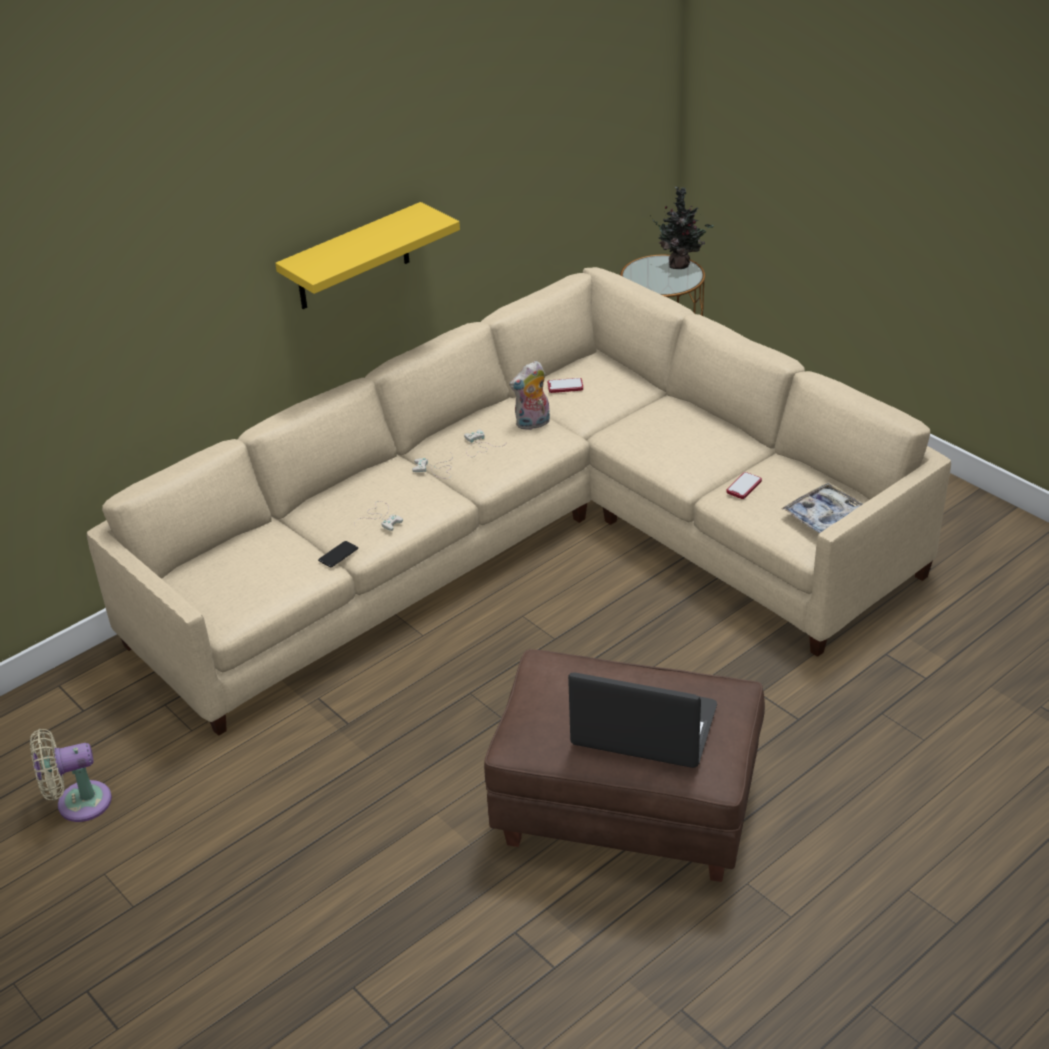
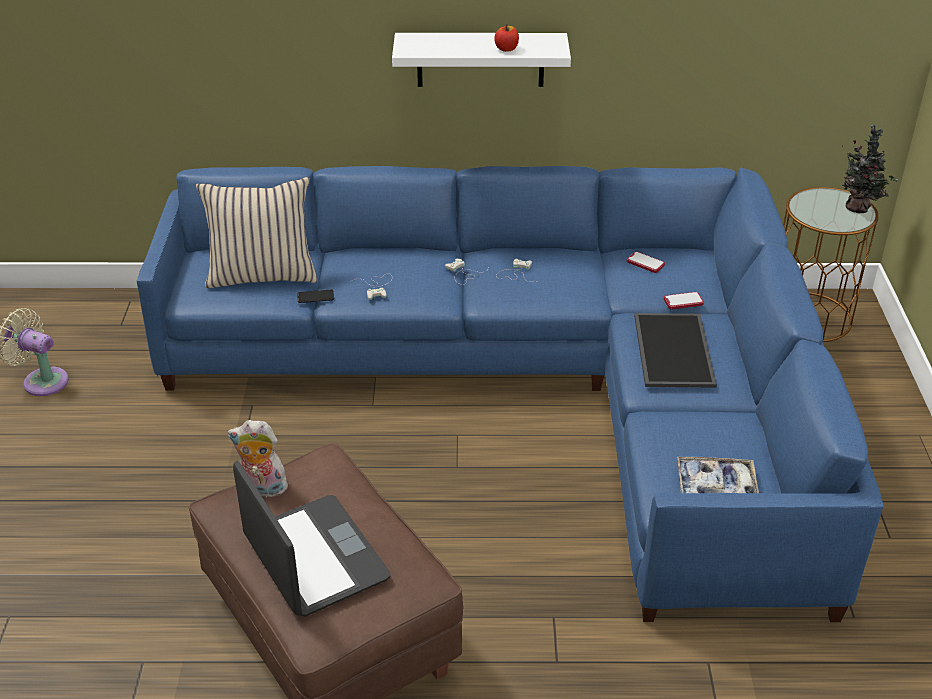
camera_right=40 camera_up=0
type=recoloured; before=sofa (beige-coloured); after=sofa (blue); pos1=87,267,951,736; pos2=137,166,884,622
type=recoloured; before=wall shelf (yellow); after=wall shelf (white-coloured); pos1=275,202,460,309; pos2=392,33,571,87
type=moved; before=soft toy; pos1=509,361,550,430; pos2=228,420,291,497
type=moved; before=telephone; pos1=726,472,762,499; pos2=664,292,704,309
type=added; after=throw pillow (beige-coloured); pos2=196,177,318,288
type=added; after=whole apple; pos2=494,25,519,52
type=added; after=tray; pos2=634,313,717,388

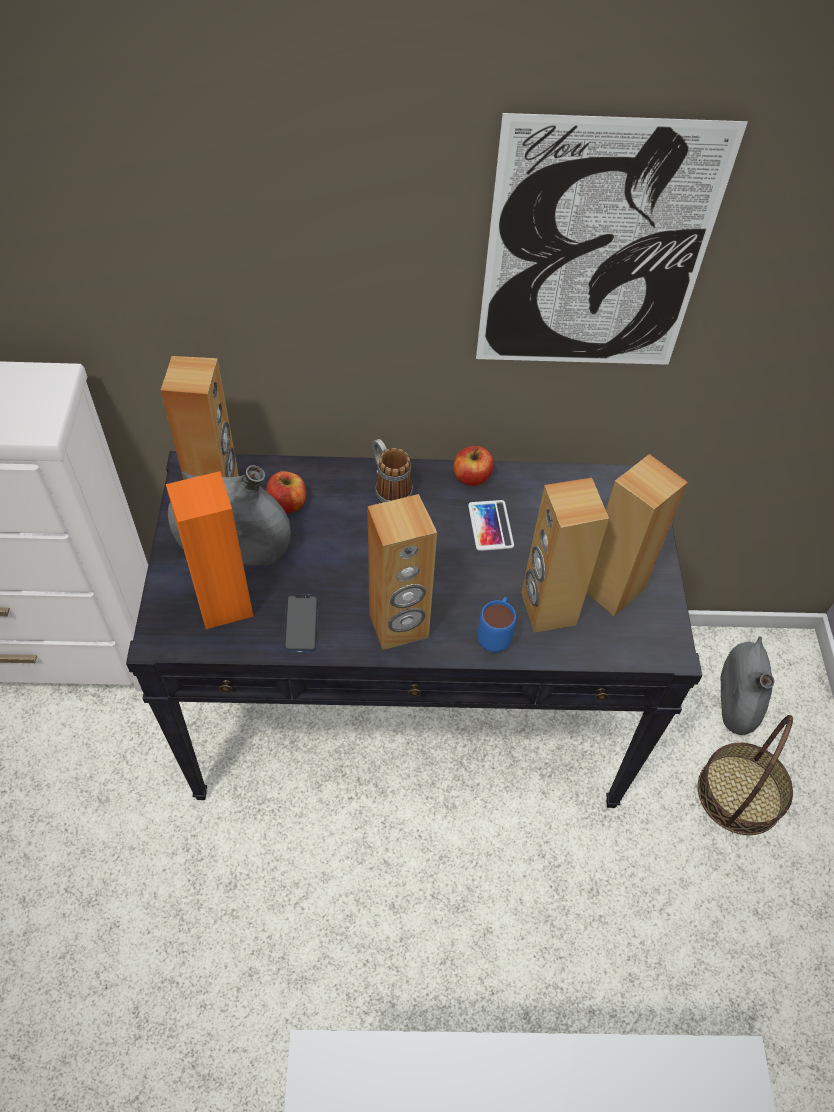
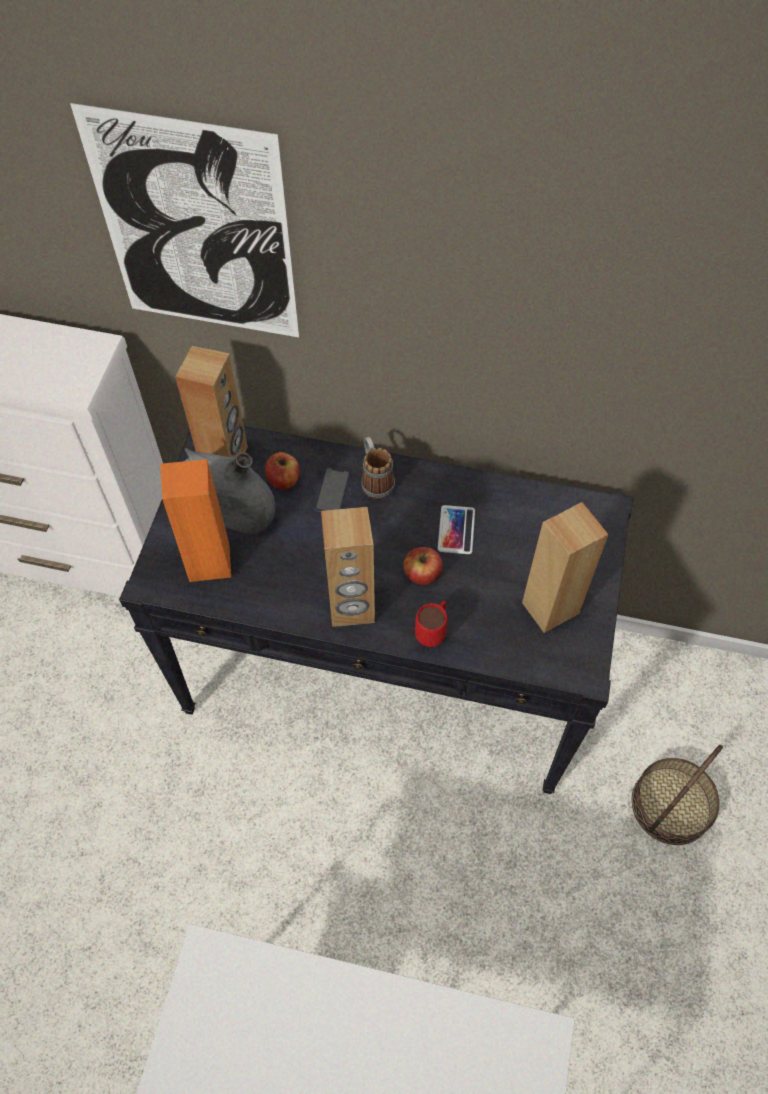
camera_right=15 camera_up=5
type=moved; before=telephone; pos1=284,594,318,652; pos2=315,467,350,512
type=moved; before=whole apple; pos1=453,446,494,486; pos2=403,547,442,585
type=moved; before=picture; pos1=476,113,748,365; pos2=70,103,299,337
type=recoloured; before=coffee mug (blue); after=coffee mug (red); pos1=477,597,516,653; pos2=415,601,448,647
type=removed; before=audio speaker (brown); pos1=521,478,609,633
type=removed; before=vase (greyish); pos1=721,636,774,735

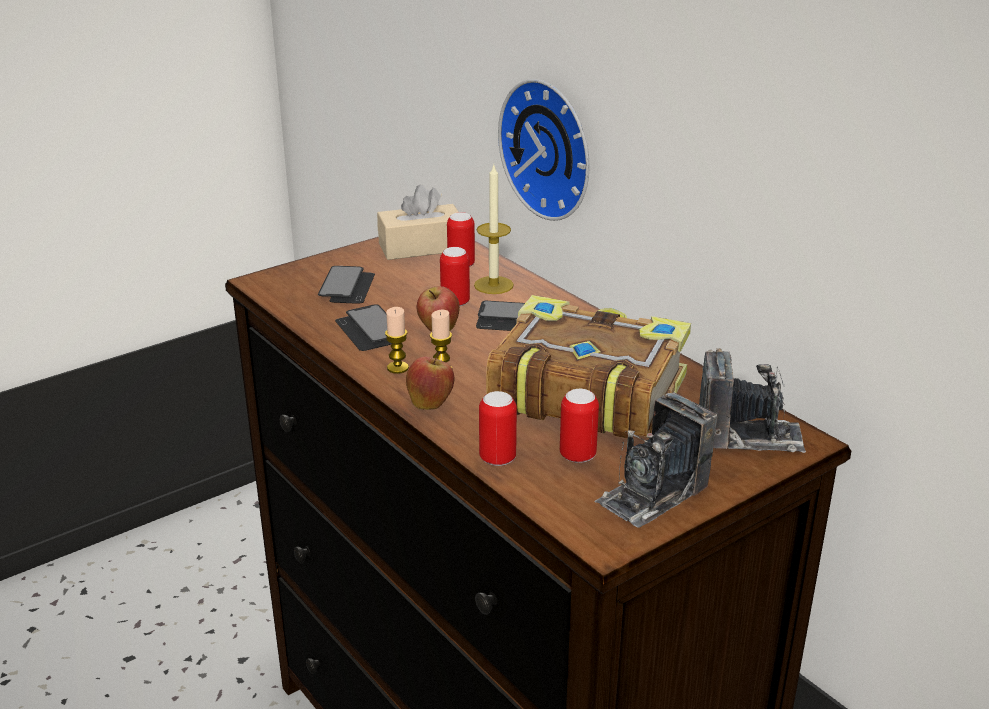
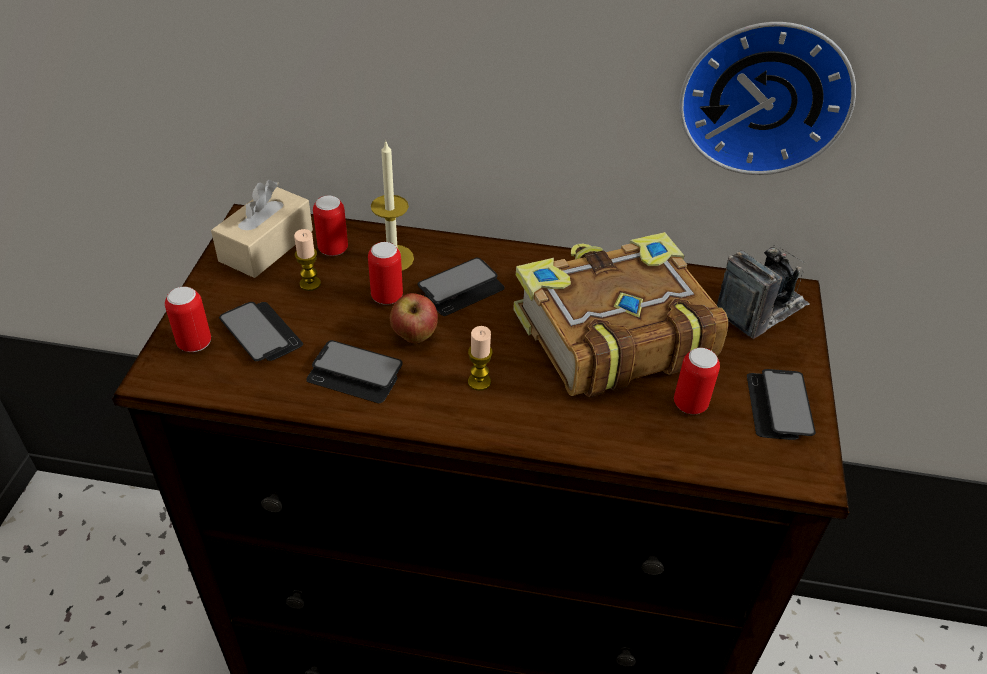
camera_right=-45 camera_up=15
type=moved; before=candle; pos1=385,307,409,374; pos2=294,229,321,291
type=removed; before=whole apple; pos1=406,351,455,410
type=moved; before=sealed can; pos1=479,391,517,466; pos2=165,287,211,352
type=moved; before=wall clock; pos1=498,79,590,221; pos2=679,22,856,175
type=replaced; before=still camera; after=telephone; pos1=595,392,718,528; pos2=747,369,816,440

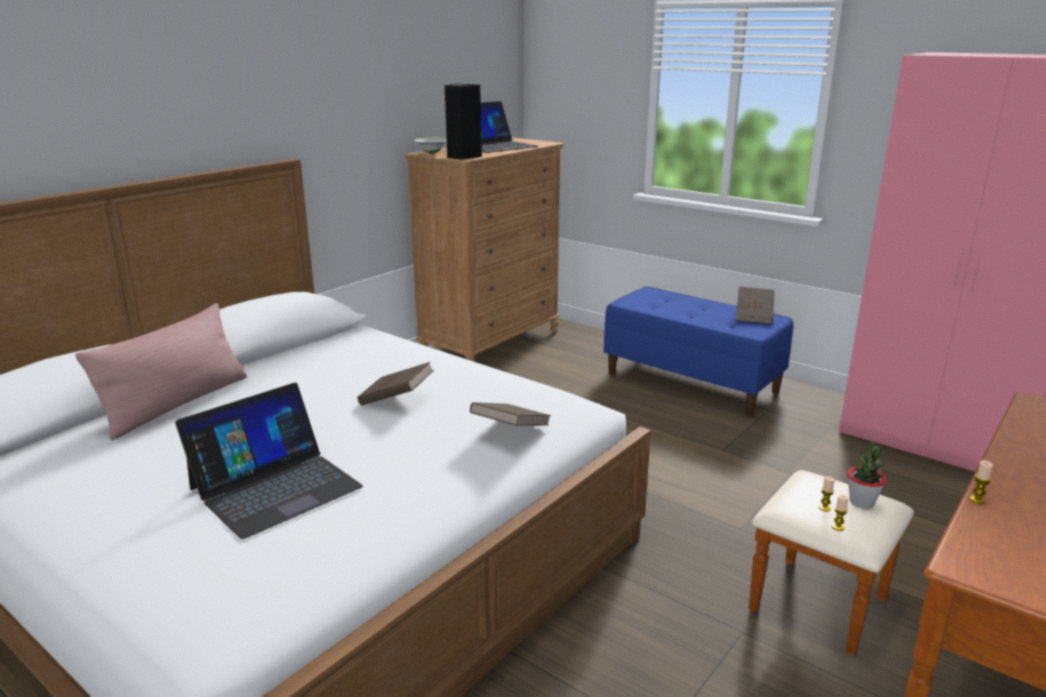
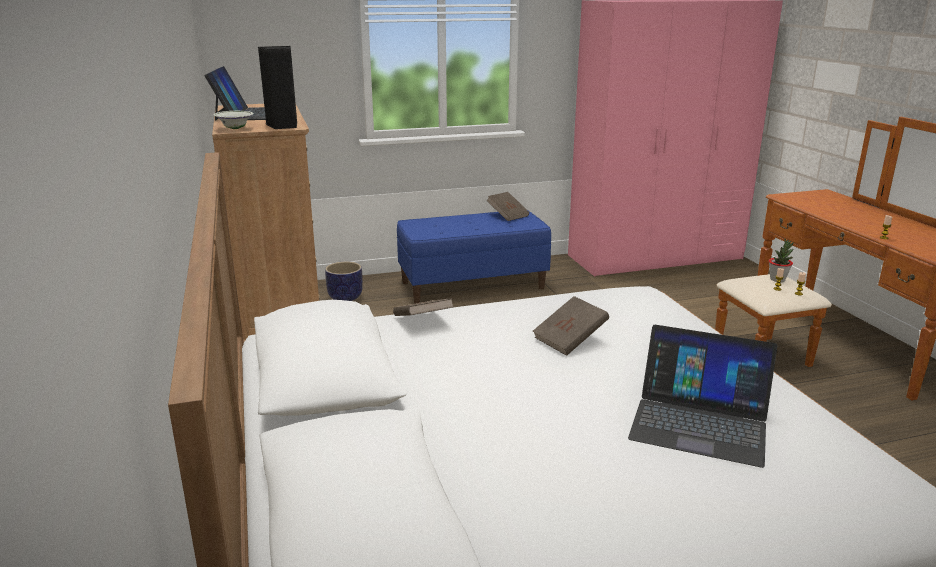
camera_right=-55 camera_up=0
type=removed; before=throw pillow (pinkish); pos1=75,303,247,440
type=turned; before=notebook computer; pos1=175,383,363,539; pos2=628,325,777,468; turn=120
type=moved; before=bound book (brown); pos1=470,402,551,426; pos2=393,298,453,316
type=added; after=flower pot; pos2=325,261,363,301

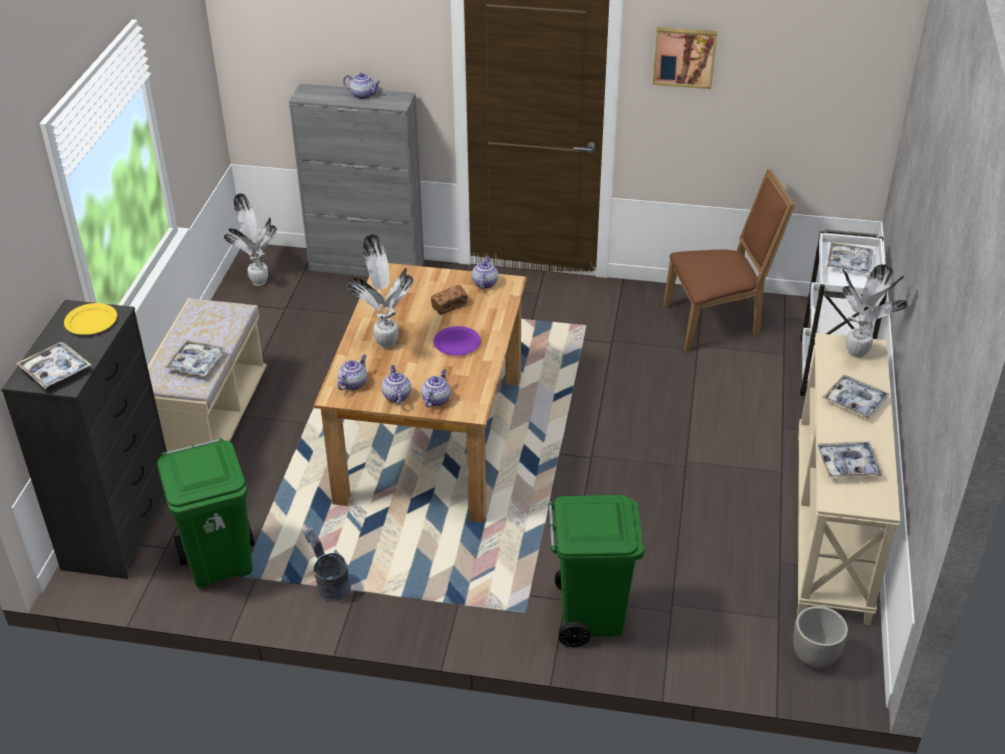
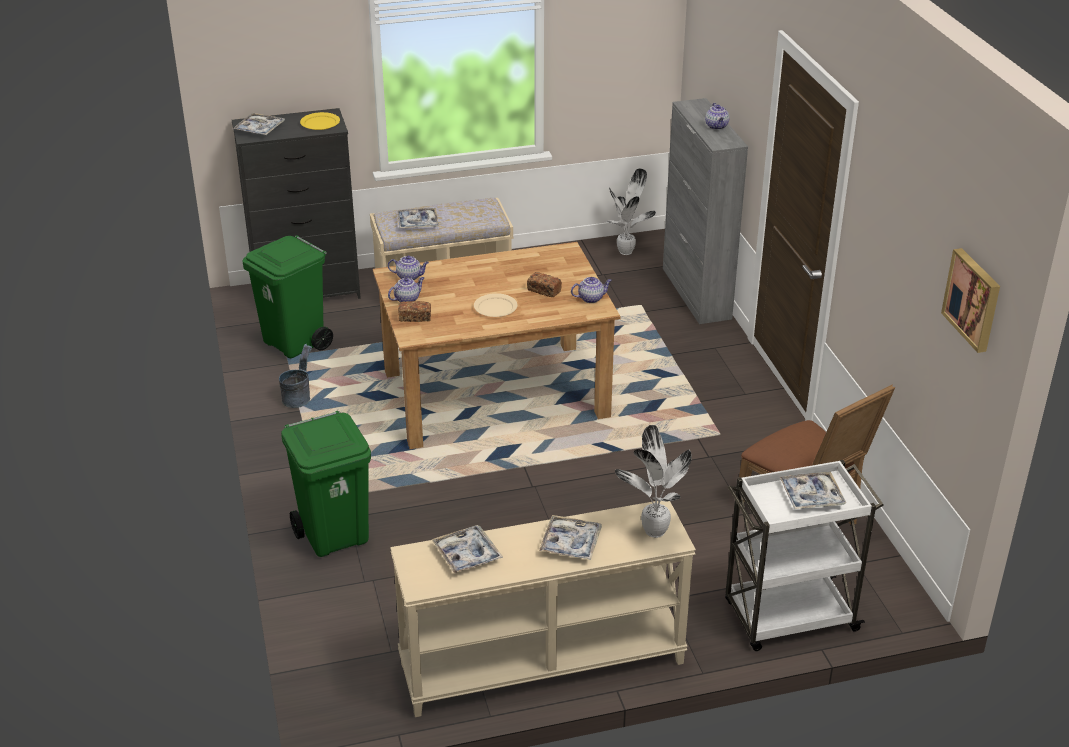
camera_right=65 camera_up=-5
type=removed; before=houseplant; pos1=347,234,414,348
type=replaced; before=pot for tea; after=bakery bread; pos1=421,369,451,407; pos2=398,301,431,322
type=recoloured; before=plate (purple); after=plate (beige-coloured); pos1=433,326,481,356; pos2=474,293,517,317
type=moved; before=picture; pos1=653,27,717,89; pos2=941,248,1000,353
type=removed; before=flower pot; pos1=793,606,848,667

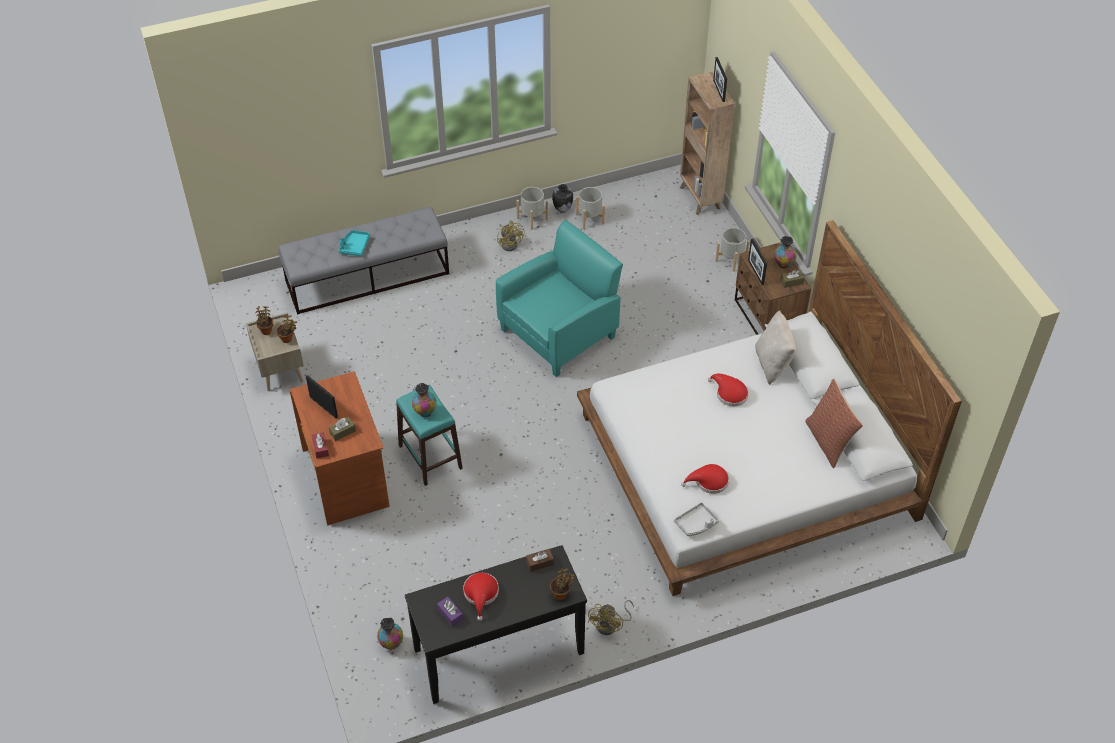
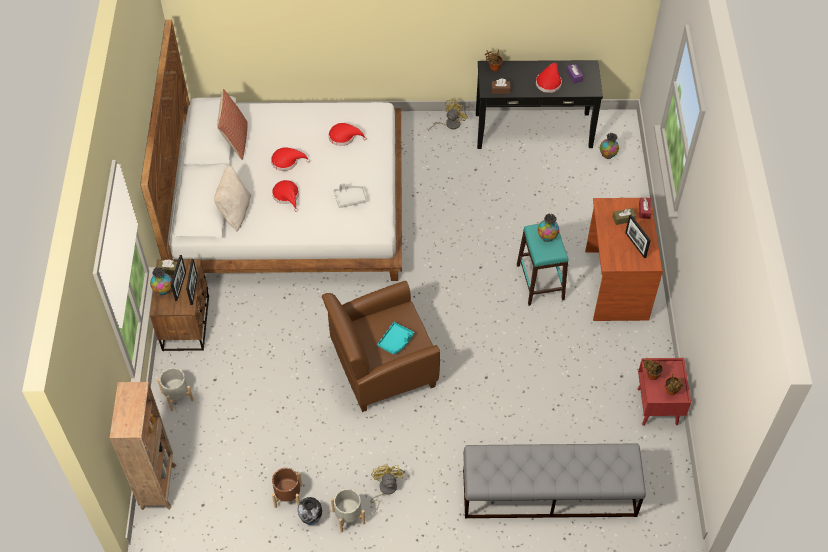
camera_right=-160 camera_up=5
type=recoloured; before=bedside table (beige-coloured); after=bedside table (red); pos1=246,312,304,391; pos2=638,358,691,426
type=moved; before=tray (turquoise); pos1=339,230,370,256; pos2=377,322,414,354
type=recoloured; before=lounge chair (turquoise); after=lounge chair (brown); pos1=496,220,623,377; pos2=322,281,440,412
type=recoloured; before=flower pot (greyish); after=flower pot (brown); pos1=576,187,605,229; pos2=272,468,302,508
type=moved; before=tray (greyish); pos1=674,502,719,536; pos2=334,183,367,208
type=moved; before=picture frame; pos1=713,57,727,102; pos2=171,255,186,301
type=added; after=wearable hat (red); pos2=271,148,310,171

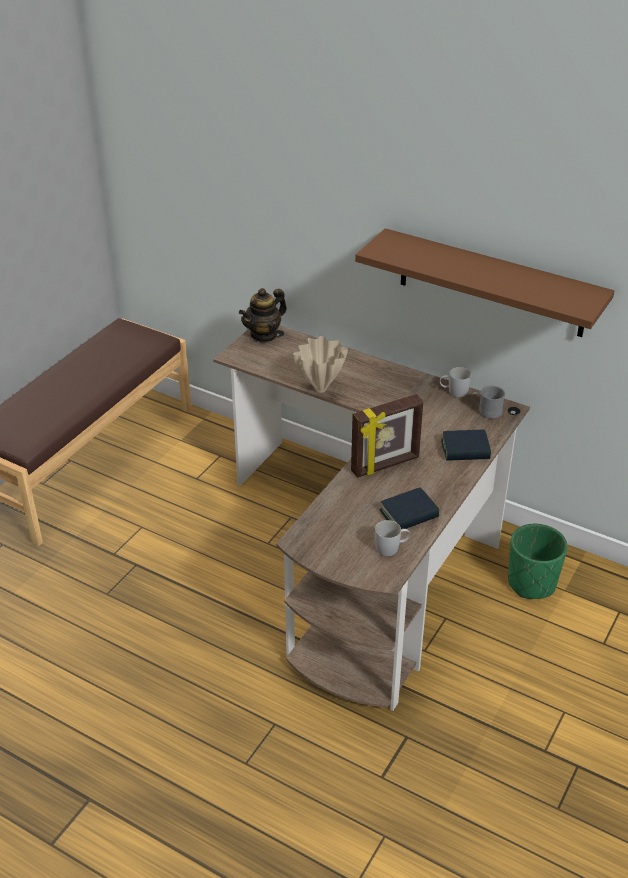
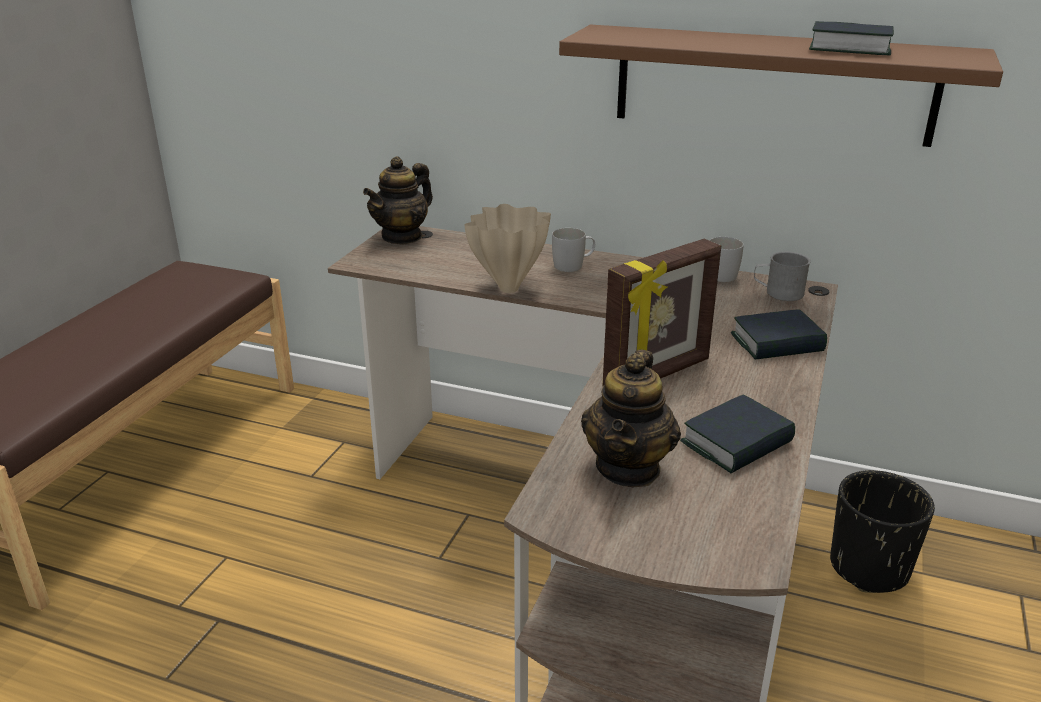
camera_right=-10 camera_up=-10
type=moved; before=coffee mug (white-coloured); pos1=375,520,410,556; pos2=552,228,595,272
type=recoloured; before=flower pot (greenish); after=flower pot (blackish); pos1=508,524,568,599; pos2=830,470,935,593
type=added; after=pot for tea; pos2=581,349,681,487
type=added; after=bound book; pos2=809,21,894,56

